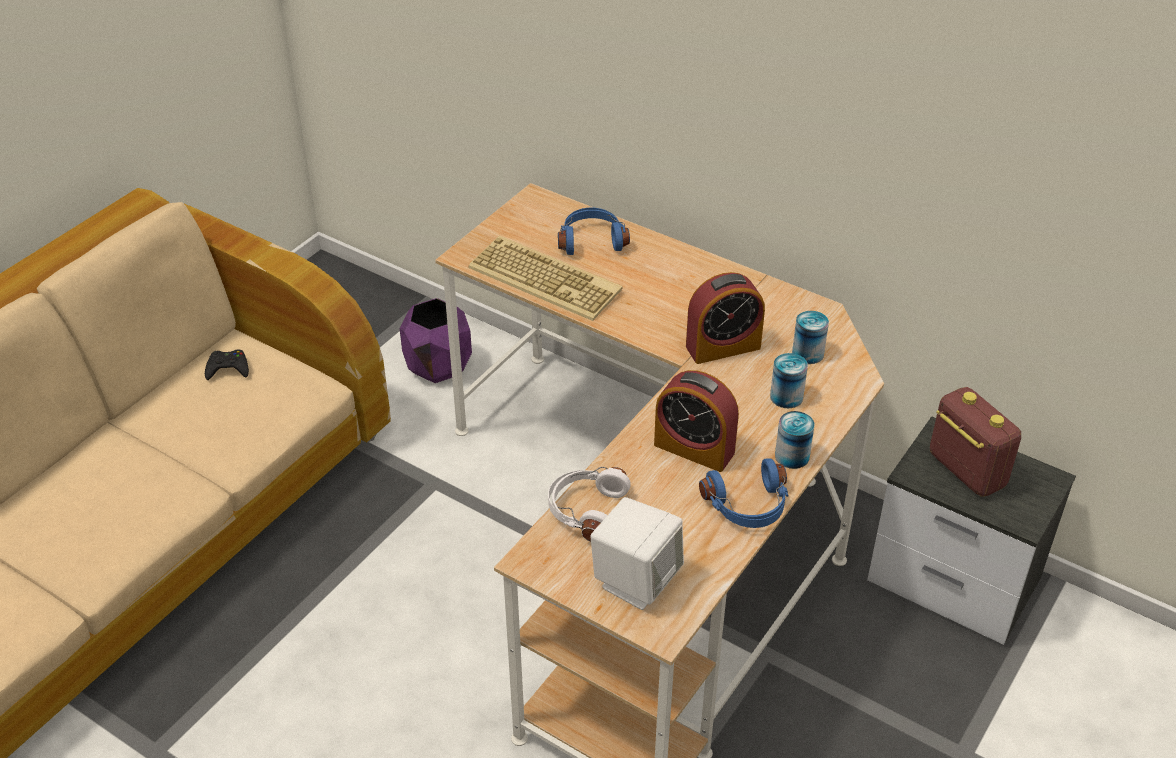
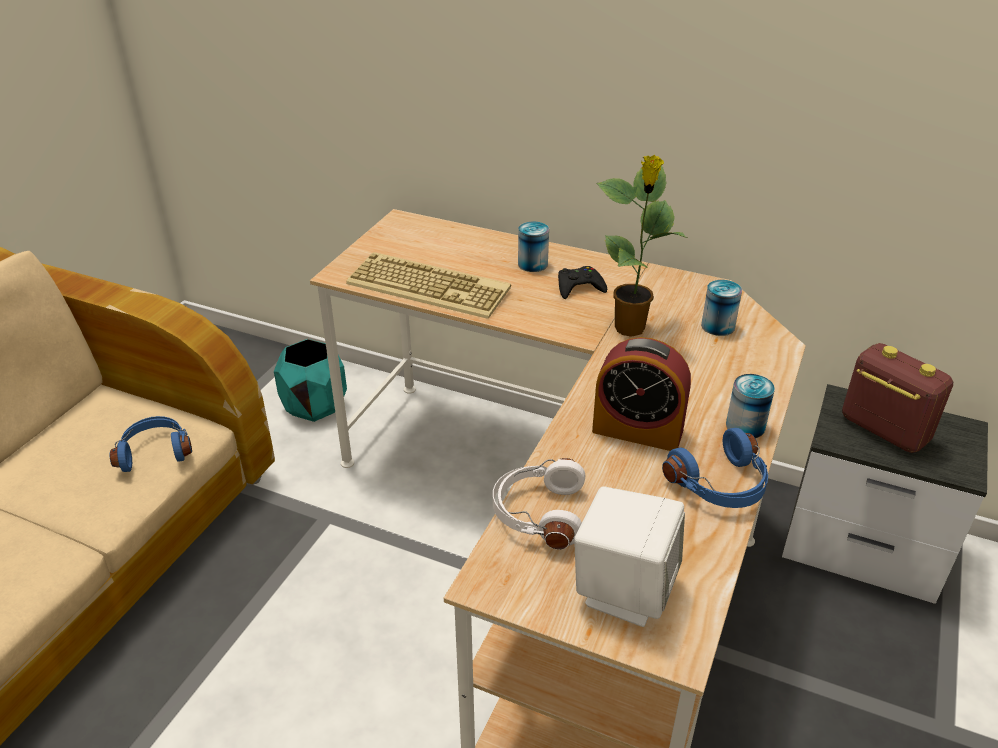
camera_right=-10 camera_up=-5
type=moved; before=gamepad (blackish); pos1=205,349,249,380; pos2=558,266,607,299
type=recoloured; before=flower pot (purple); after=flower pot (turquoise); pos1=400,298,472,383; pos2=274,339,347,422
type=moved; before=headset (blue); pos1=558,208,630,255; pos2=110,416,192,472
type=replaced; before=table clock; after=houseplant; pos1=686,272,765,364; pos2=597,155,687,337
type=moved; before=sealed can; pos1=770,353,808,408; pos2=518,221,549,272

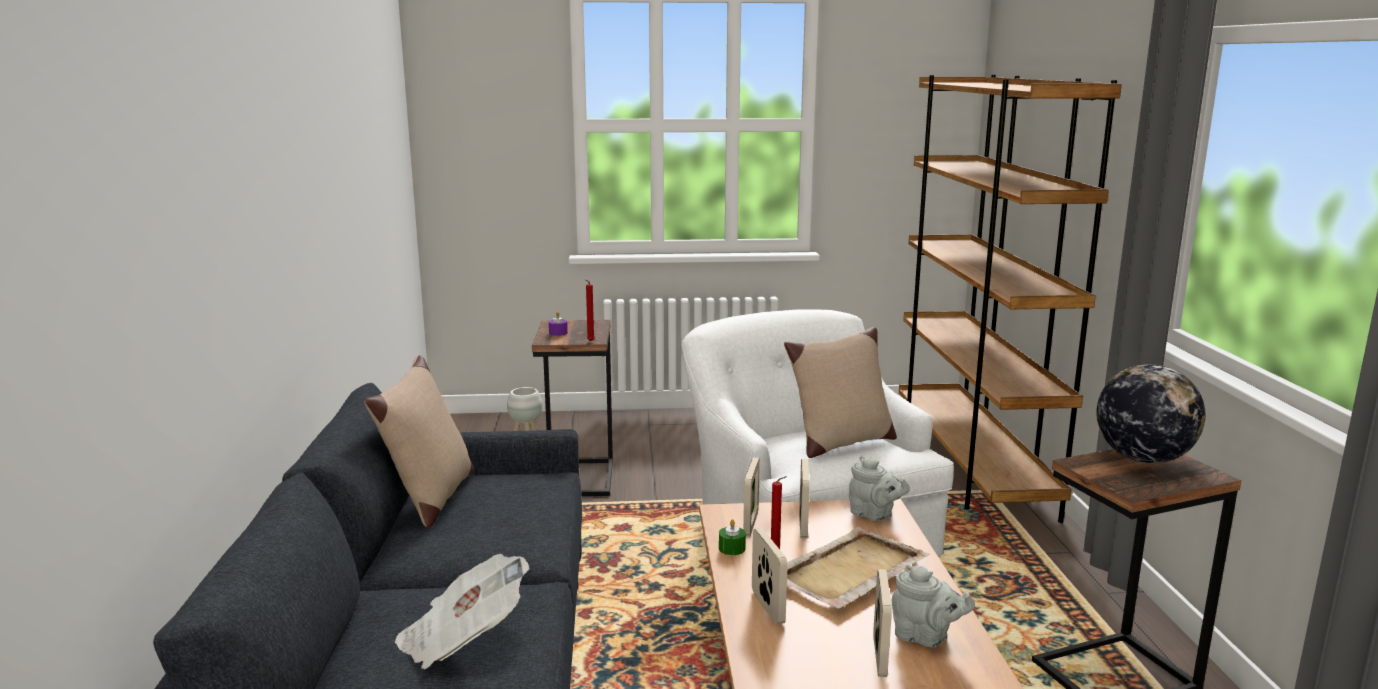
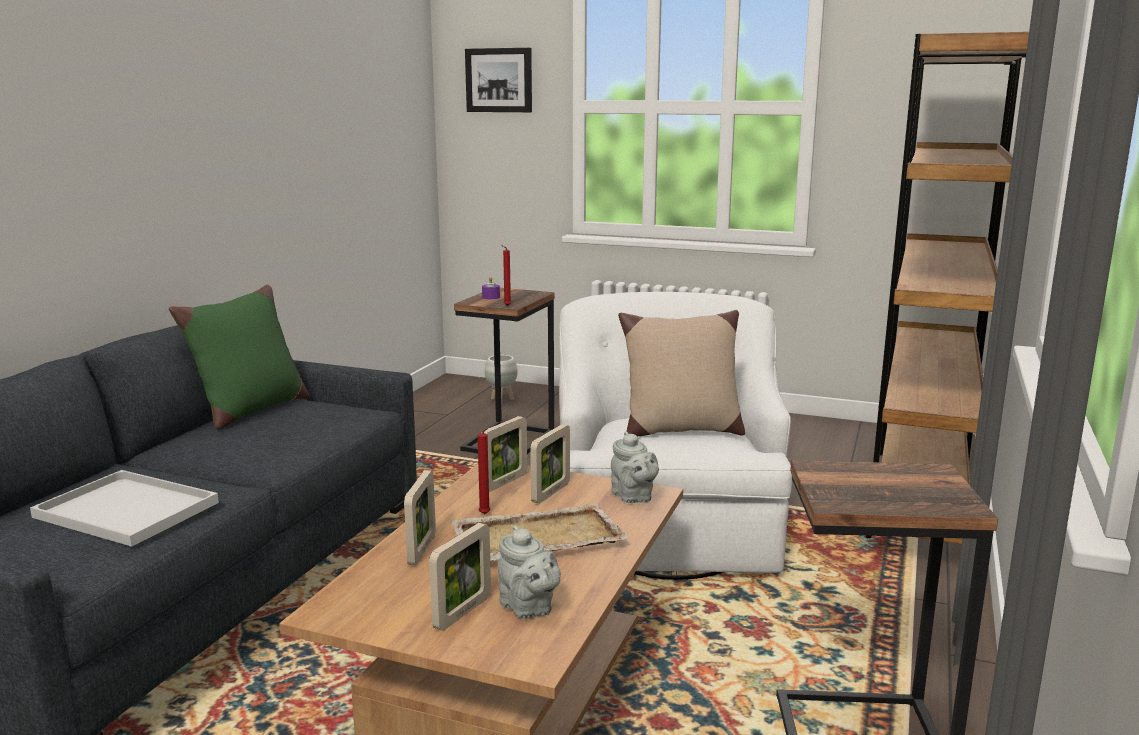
camera_right=25 camera_up=0
type=recoloured; before=throw pillow (beige-coloured); after=throw pillow (greenish); pos1=364,355,474,527; pos2=169,285,310,430
type=replaced; before=printed paper; after=tray (white-coloured); pos1=395,554,529,669; pos2=30,470,219,547
type=removed; before=candle (greenish); pos1=719,519,746,555
type=removed; before=world globe; pos1=1097,364,1206,463
type=added; after=picture; pos2=465,48,532,112

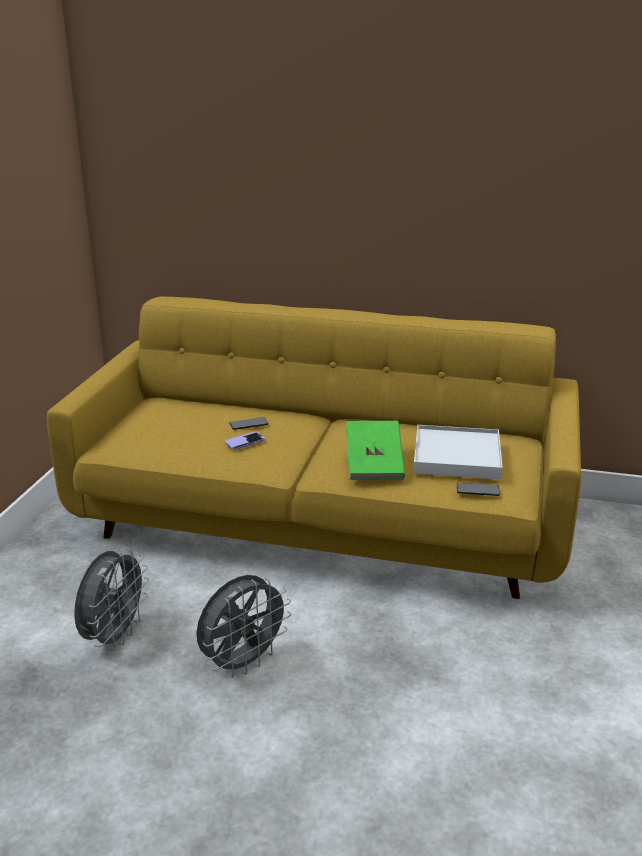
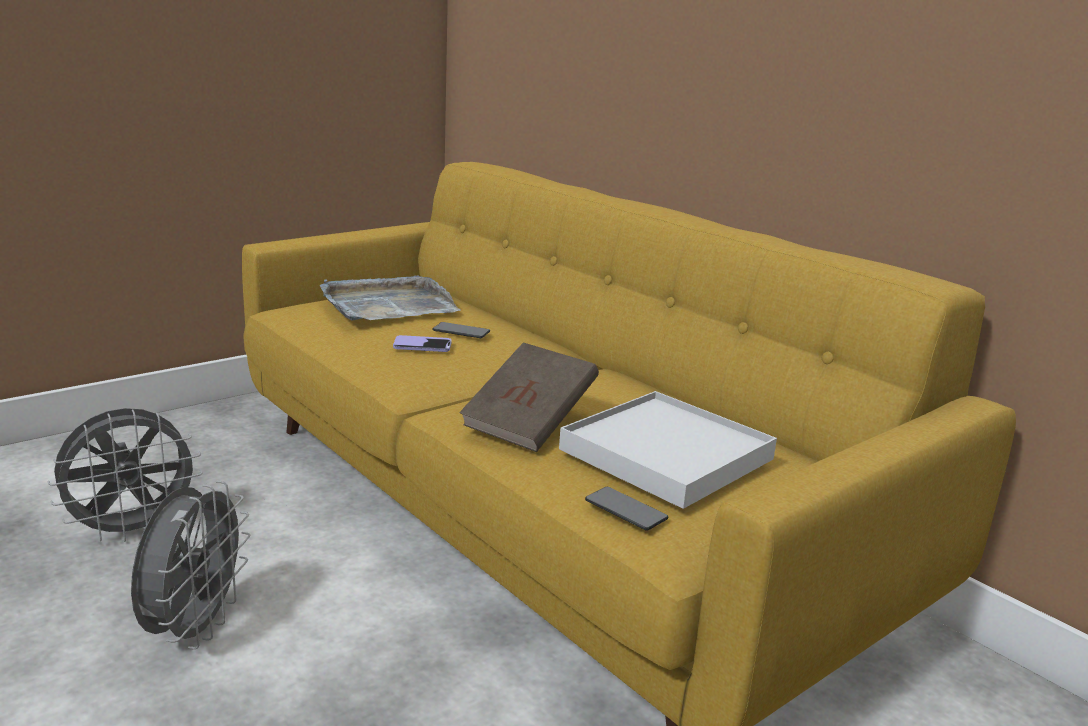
camera_right=35 camera_up=-5
type=turned; before=cooling fan (greyish); pos1=196,575,291,678; pos2=131,481,250,649; turn=-75
type=recoloured; before=bound book (greenish); after=bound book (brown); pos1=346,421,405,480; pos2=459,342,599,452
type=added; after=tray (greyish); pos2=320,276,460,321

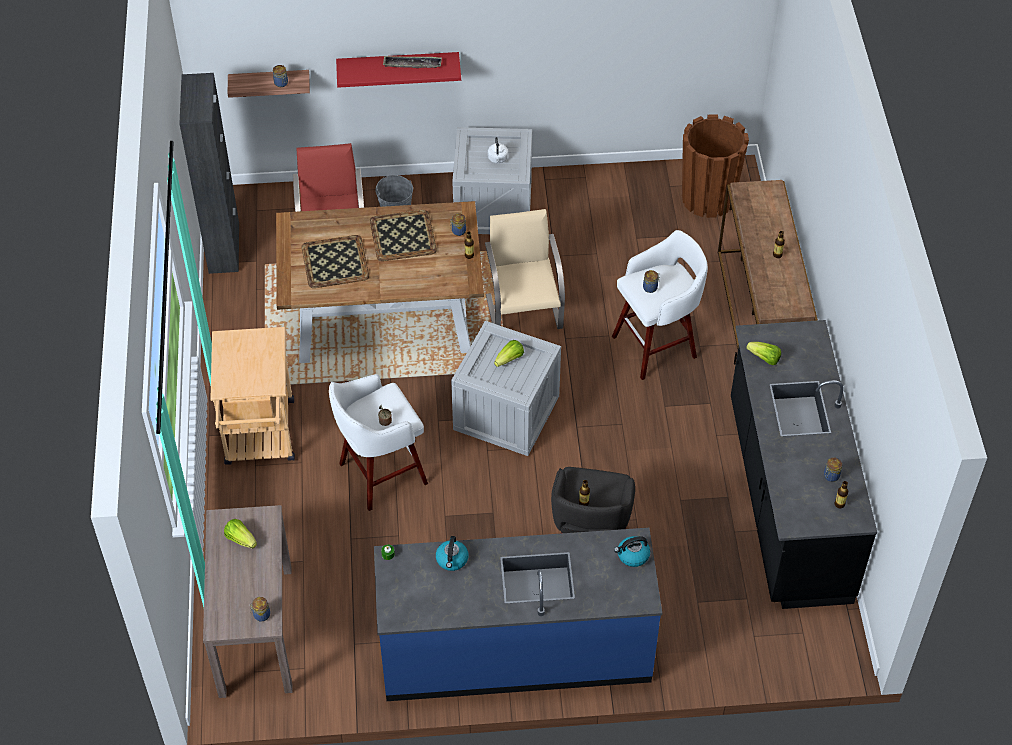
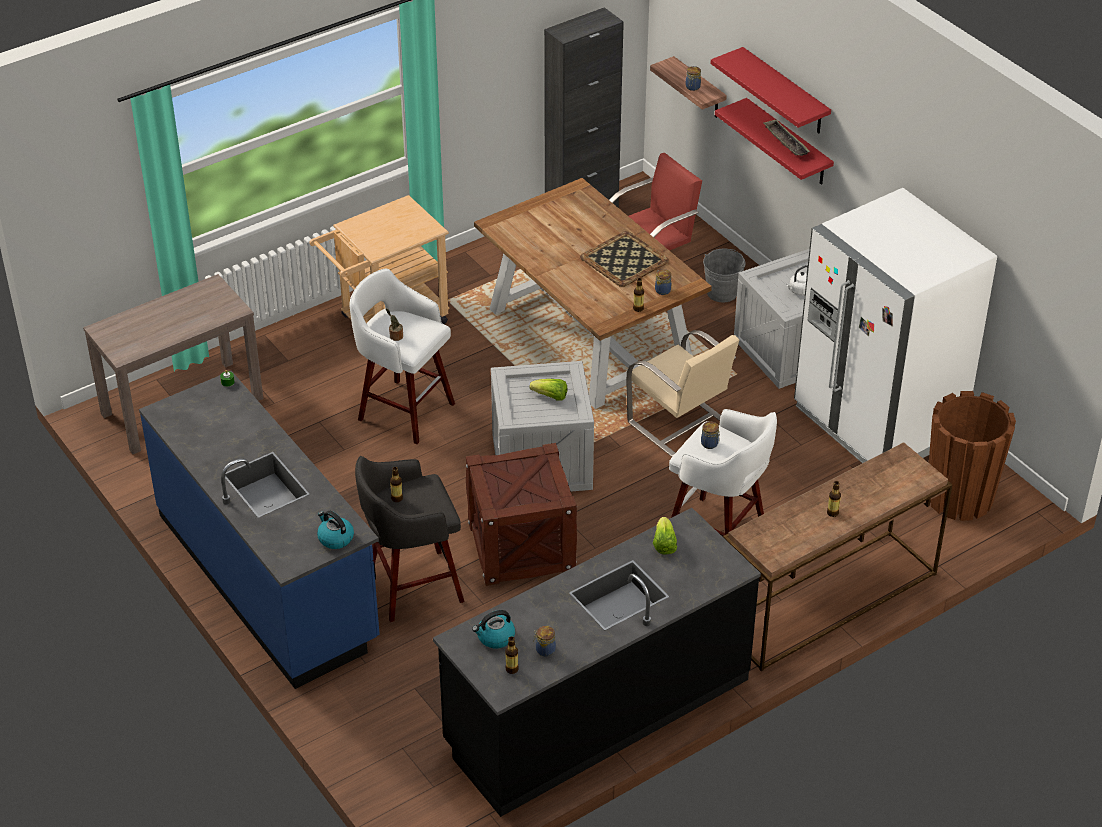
camera_right=60 camera_up=-10
type=removed; before=lettuce; pos1=224,519,257,548
type=removed; before=preserve jar; pos1=250,597,270,622
type=removed; before=tray; pos1=301,235,369,288
type=moved; before=tea kettle; pos1=436,536,468,571; pos2=472,610,515,649
type=turned; before=plain chair (beige-coloured); pos1=485,209,565,329; pos2=626,330,739,457; turn=90
type=added; after=shipping crate; pos2=466,443,577,586
type=added; after=wall shelf (red); pos2=711,47,831,133
type=added; after=kitchen fridge (white-coloured); pos2=794,188,997,463

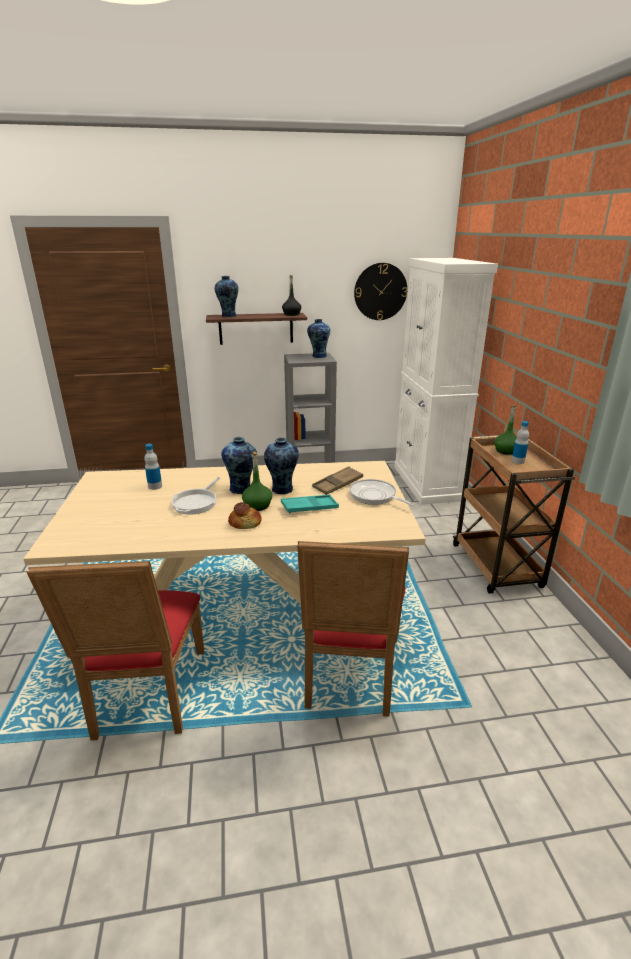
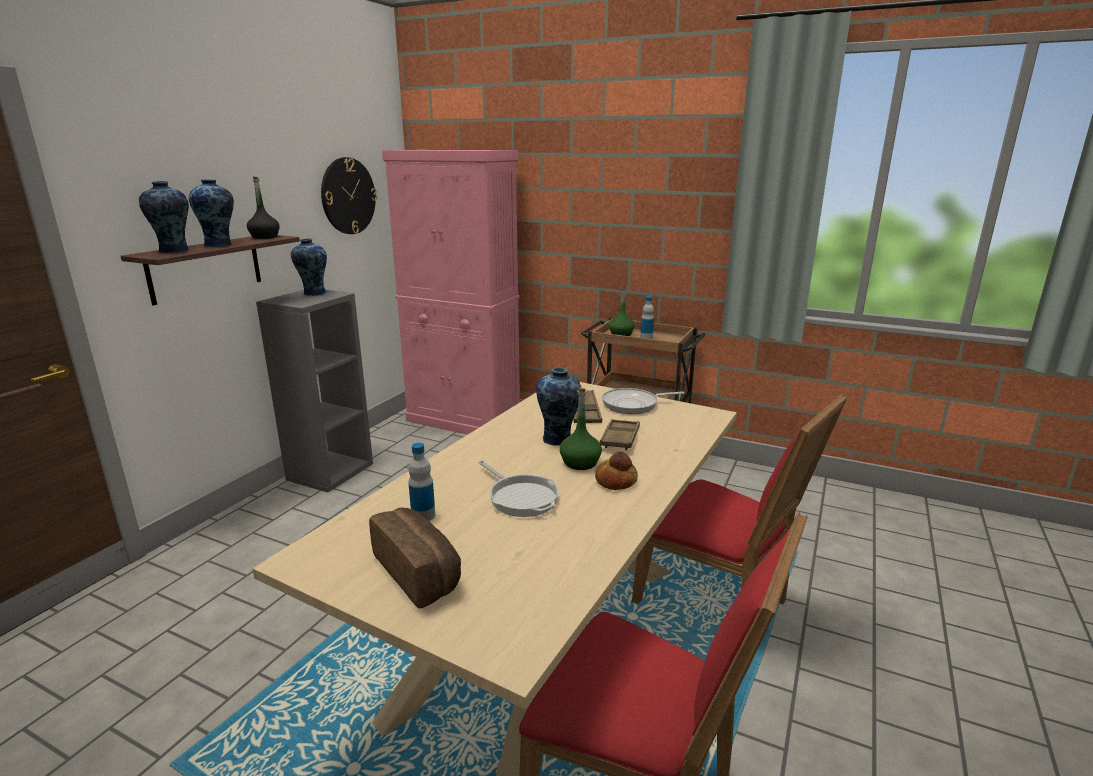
camera_right=-55 camera_up=-5
type=moved; before=vase; pos1=221,437,257,494; pos2=189,179,234,247
type=recoloured; before=tray (turquoise); after=tray (brown); pos1=281,495,339,513; pos2=600,419,640,450
type=recoloured; before=storage cabinet (white-coloured); after=storage cabinet (pinkish); pos1=394,258,498,505; pos2=382,150,520,435
type=added; after=bakery bread; pos2=369,507,461,608

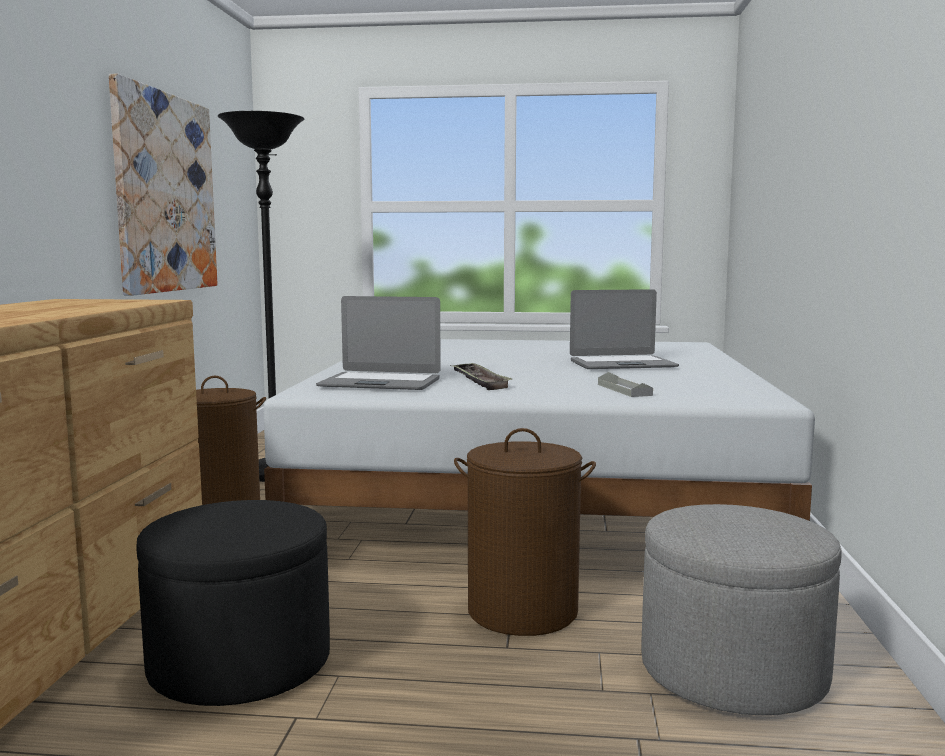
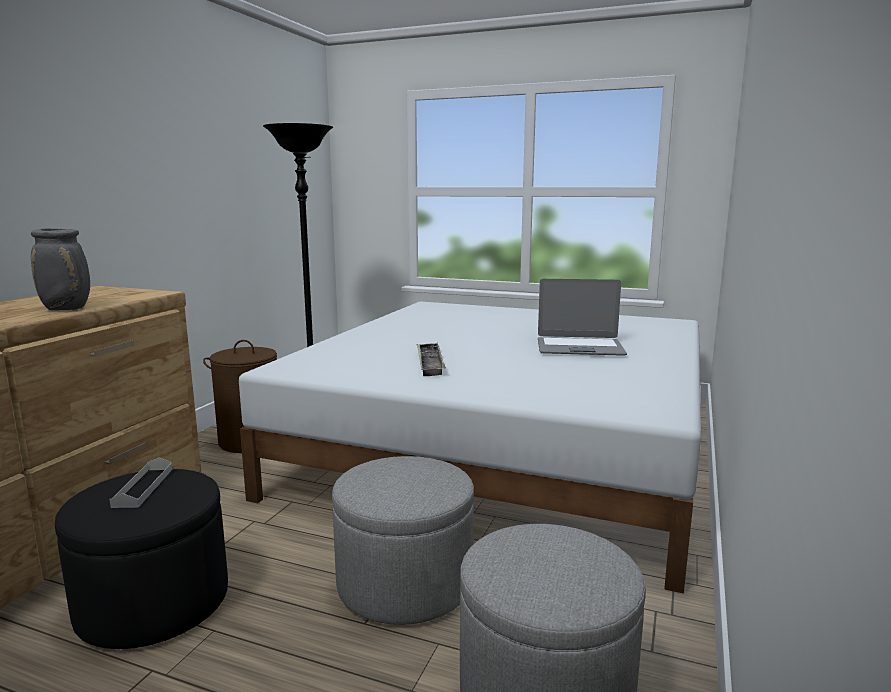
camera_right=15 camera_up=5
type=removed; before=picture; pos1=109,74,217,296
type=removed; before=notebook computer; pos1=316,296,441,390
type=replaced; before=hamper (brown); after=pouffe (greyish); pos1=454,428,596,636; pos2=332,456,474,625
type=moved; before=tray (greyish); pos1=598,372,653,397; pos2=110,457,172,508
type=added; after=vase (greyish); pos2=31,228,90,310

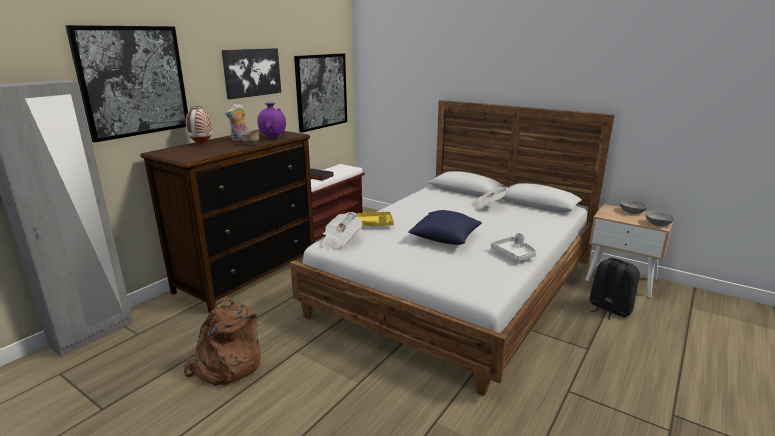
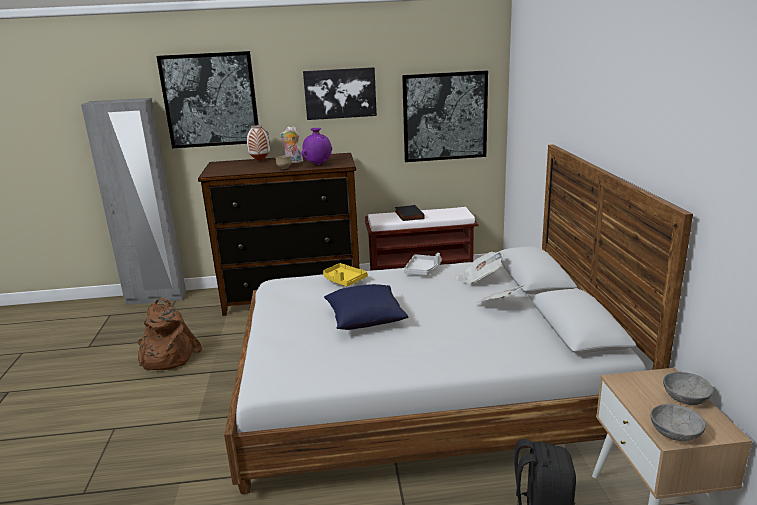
camera_right=50 camera_up=0
type=moved; before=printed paper; pos1=321,212,362,248; pos2=455,252,504,285
type=moved; before=tray (greyish); pos1=491,233,536,261; pos2=404,253,442,275

